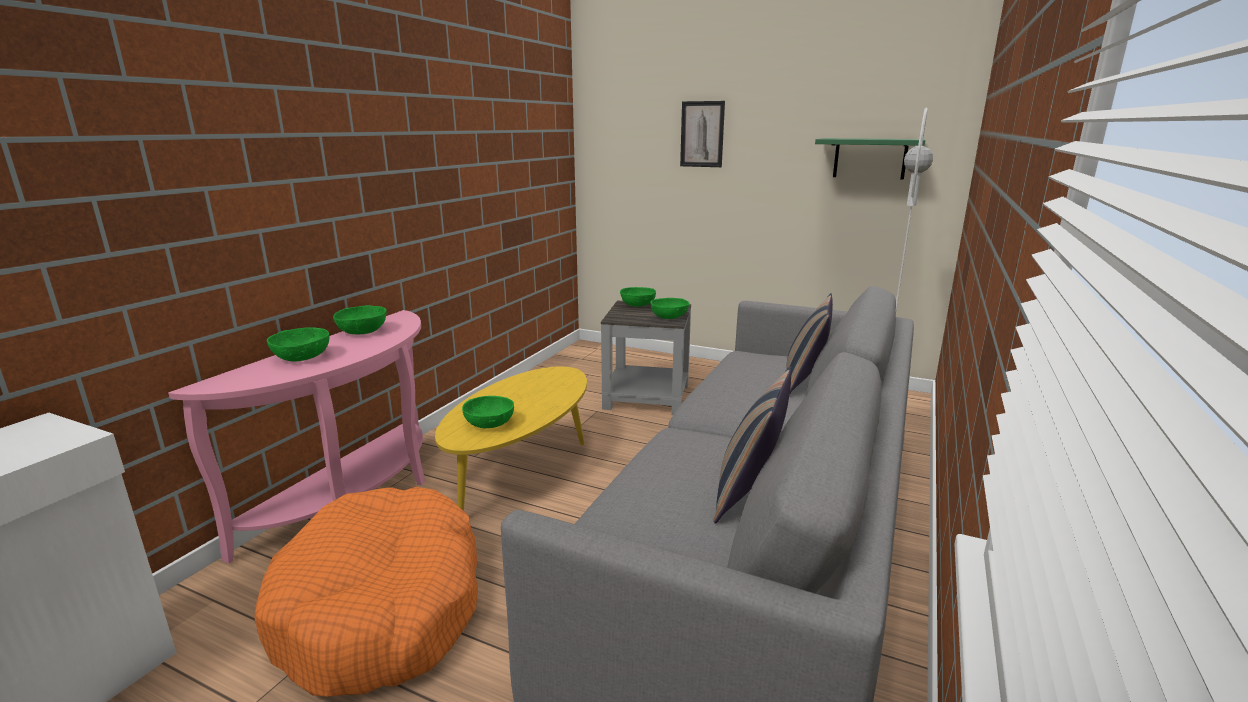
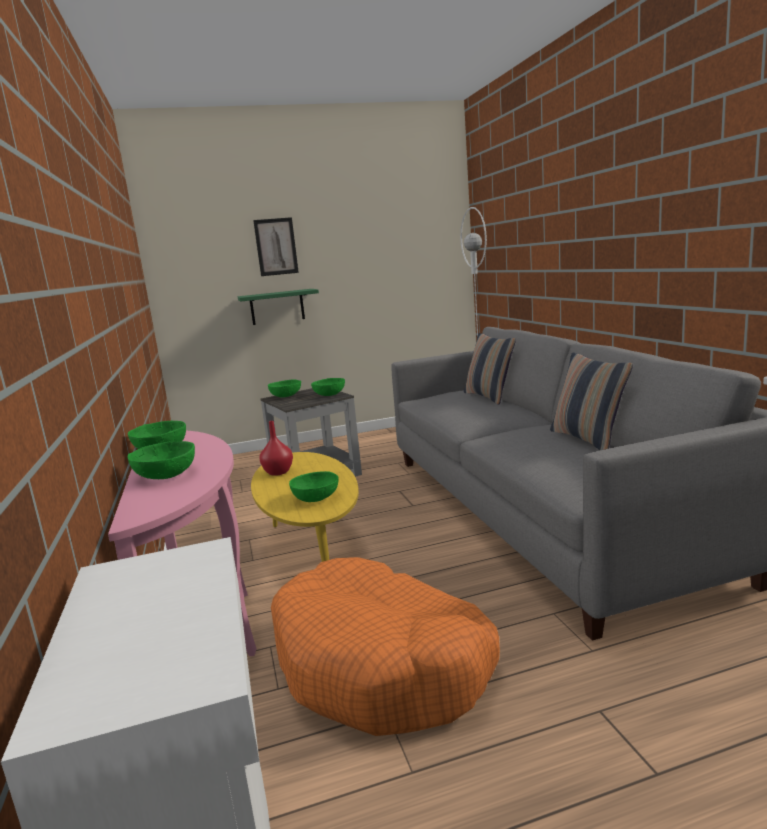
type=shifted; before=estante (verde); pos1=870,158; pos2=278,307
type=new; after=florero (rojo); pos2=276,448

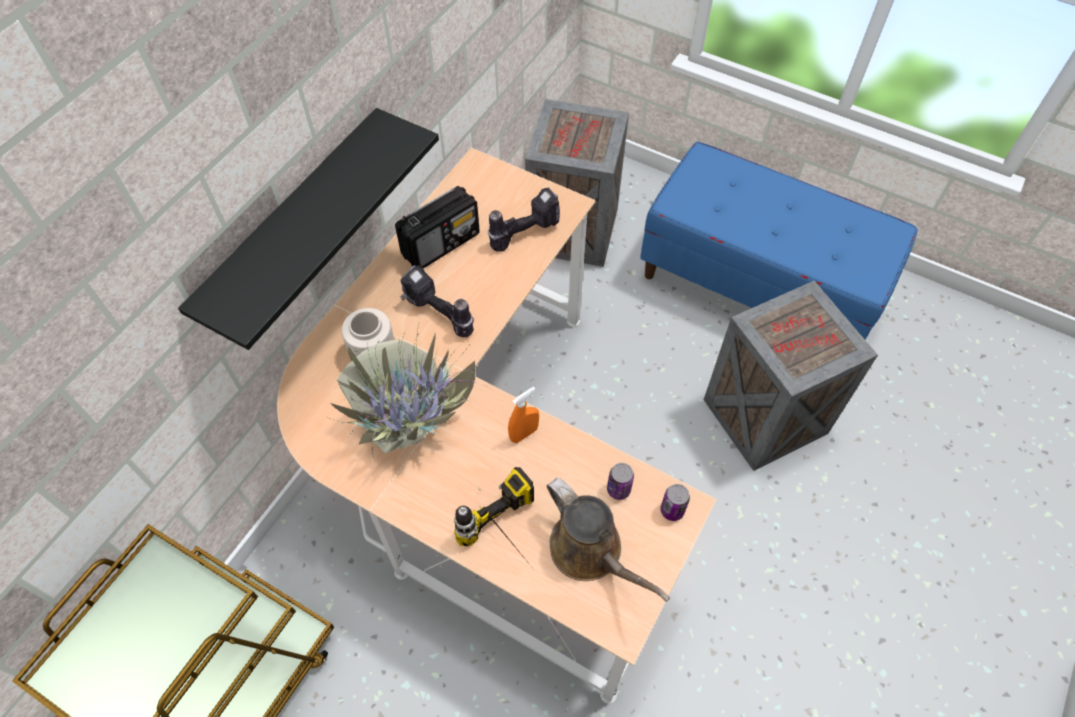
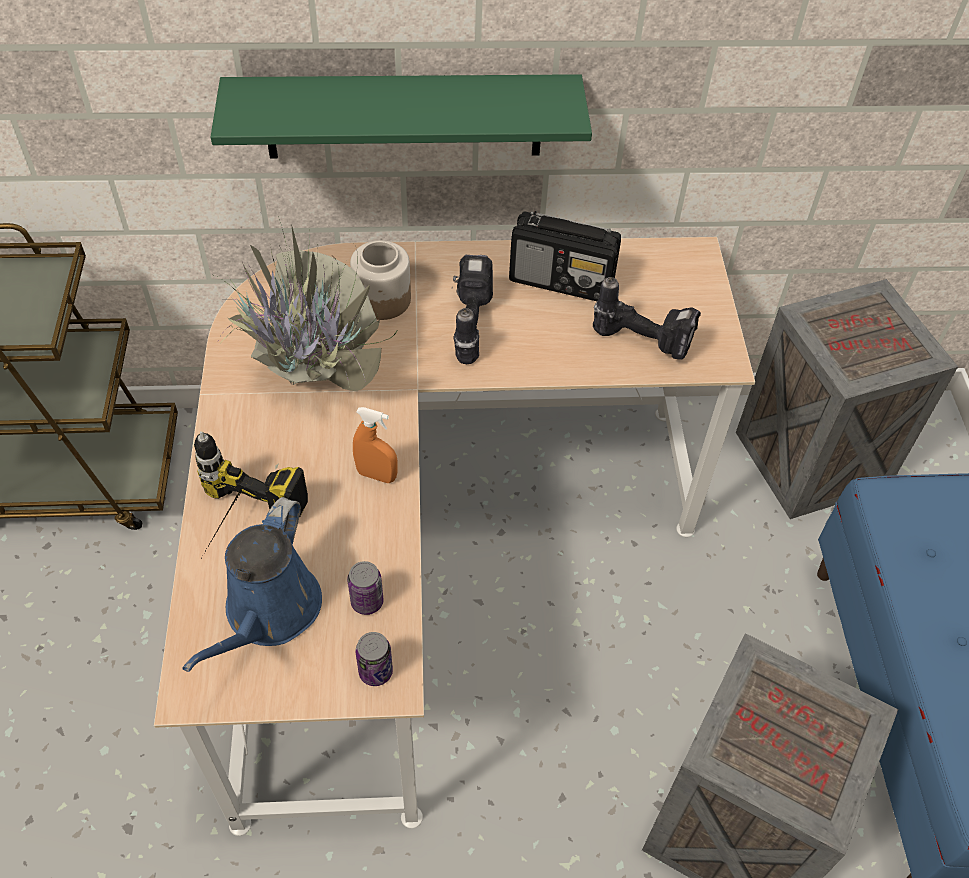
type=repainted; before=regadera (marrón); after=regadera (azul); pos1=608,540; pos2=252,584
type=repainted; before=estante (negro); after=estante (verde); pos1=308,229; pos2=401,116

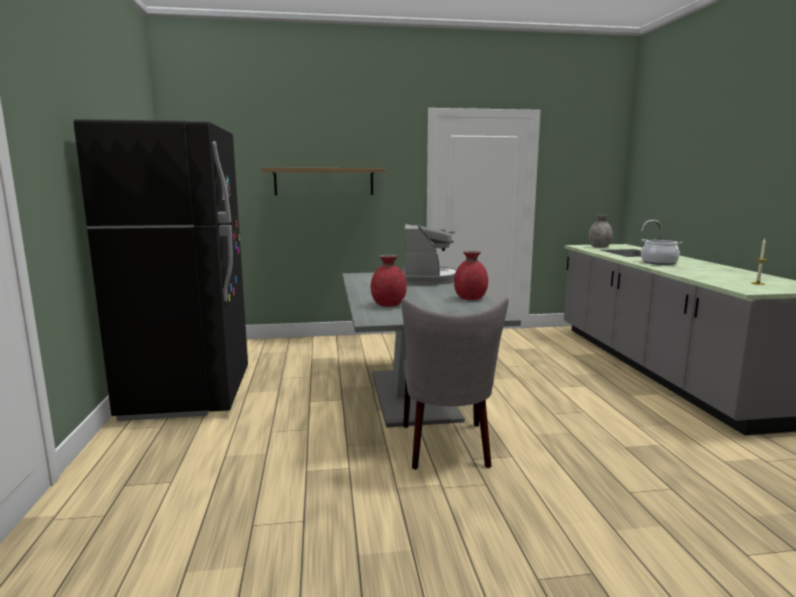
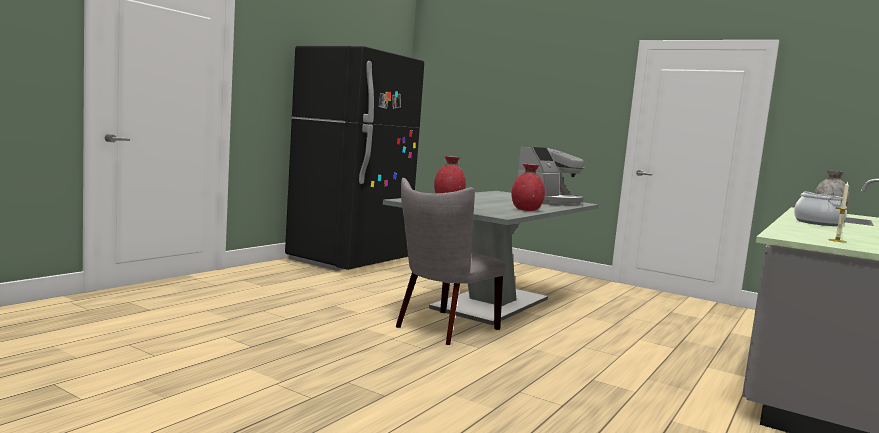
type=gone; before=estante; pos1=323,181

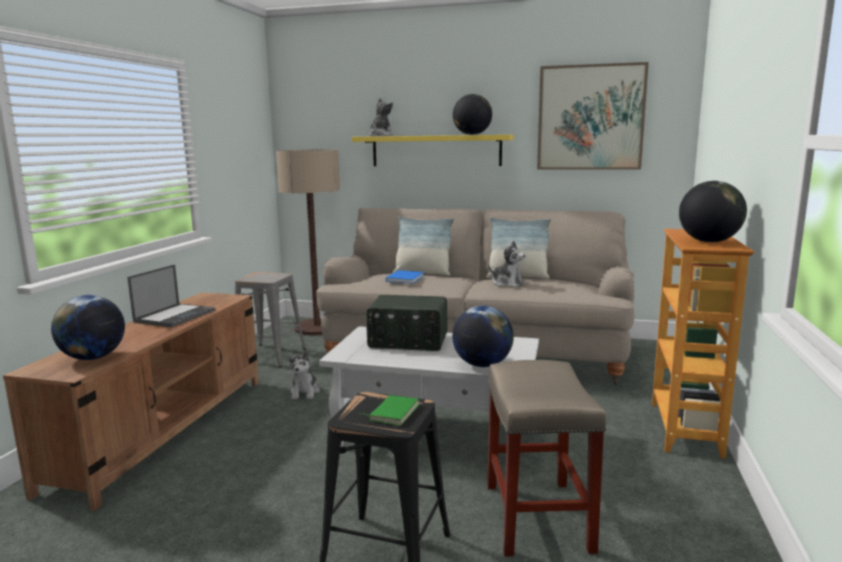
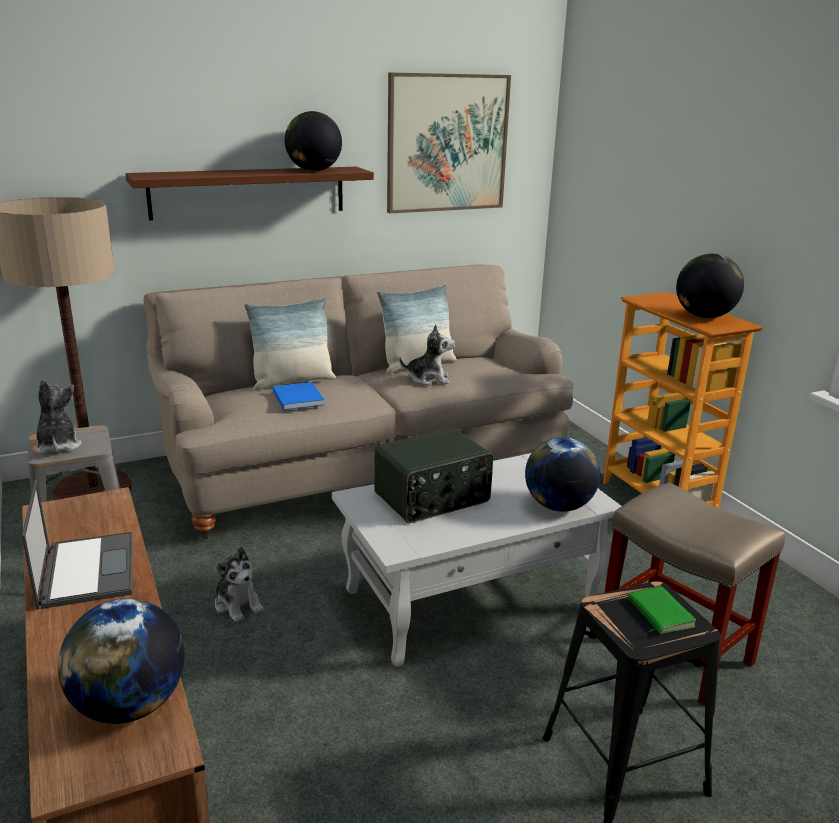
type=shifted; before=peluche; pos1=381,116; pos2=58,417
type=repainted; before=estante (amarillo); after=estante (marrón); pos1=433,150; pos2=249,193

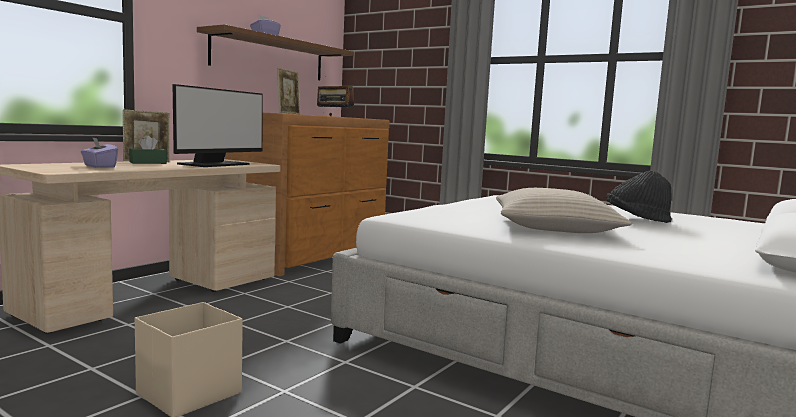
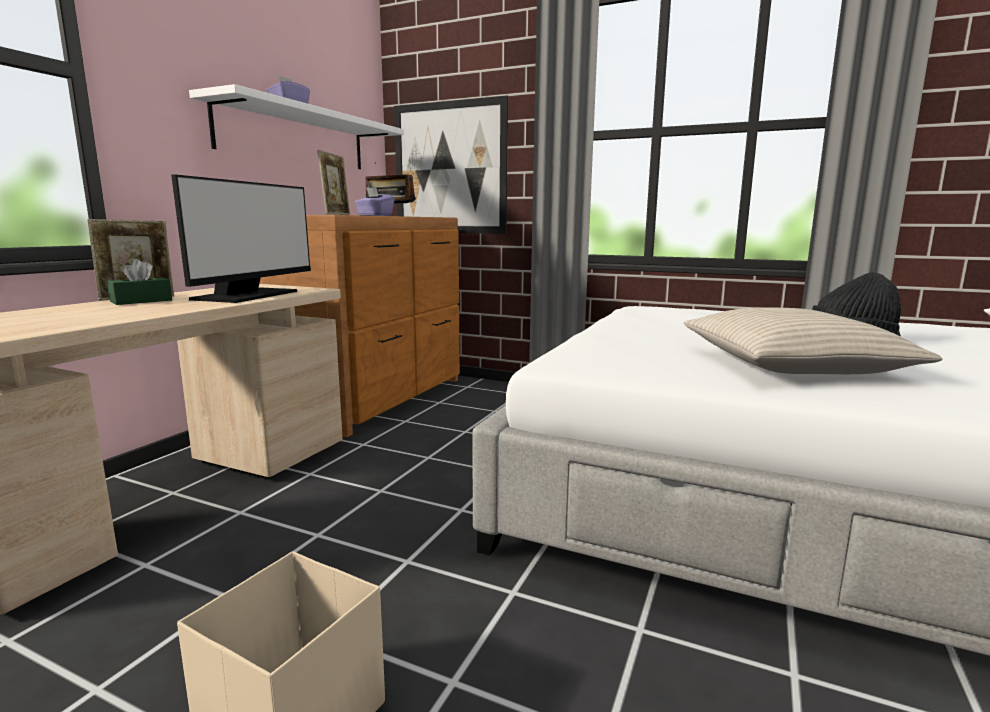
type=repainted; before=estante (marrón); after=estante (blanco); pos1=275,52; pos2=296,126
type=shifted; before=caja de pañuelos (morado); pos1=99,152; pos2=375,201
type=new; after=cuadro; pos2=451,165

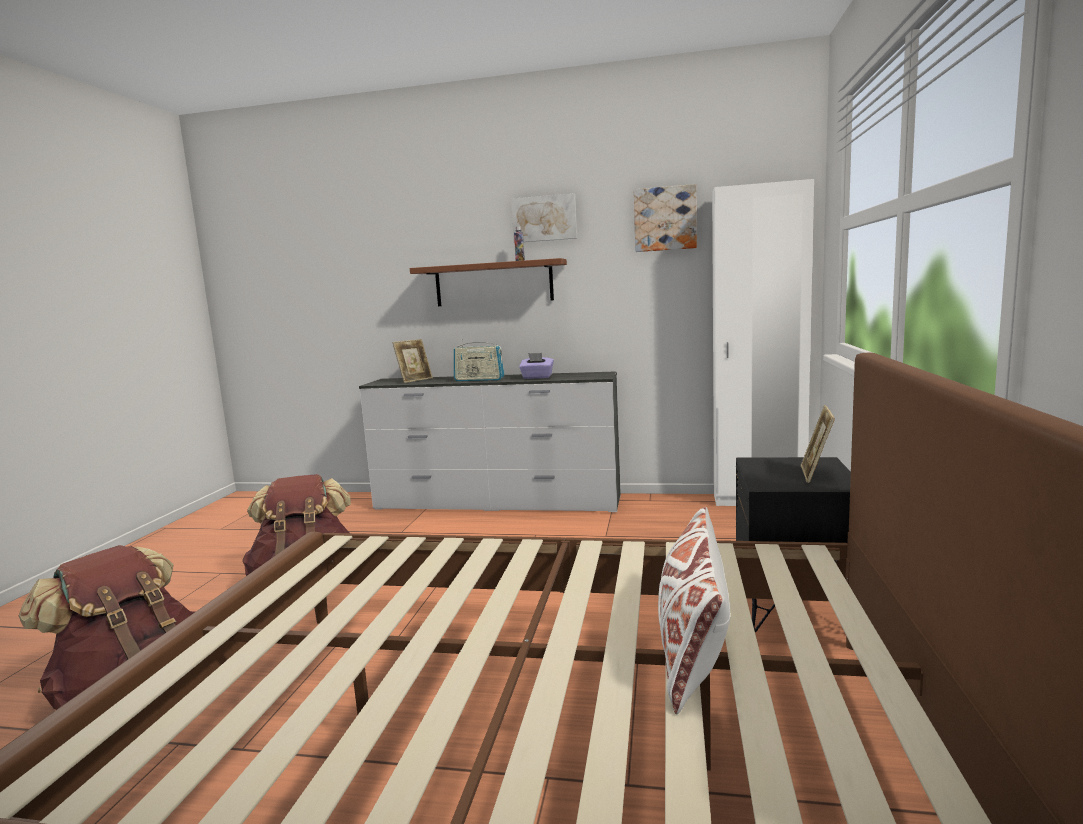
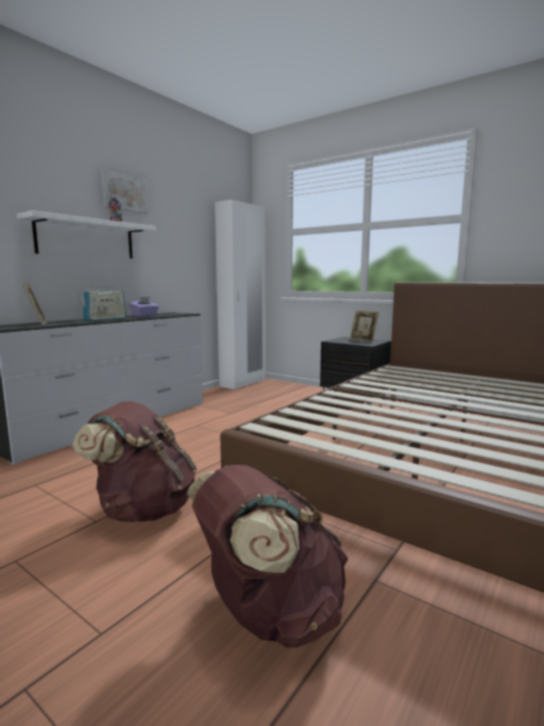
type=repainted; before=estante (marrón); after=estante (blanco); pos1=488,282; pos2=86,234
type=gone; before=cuadro; pos1=665,218
type=gone; before=cojín (blanco); pos1=694,610

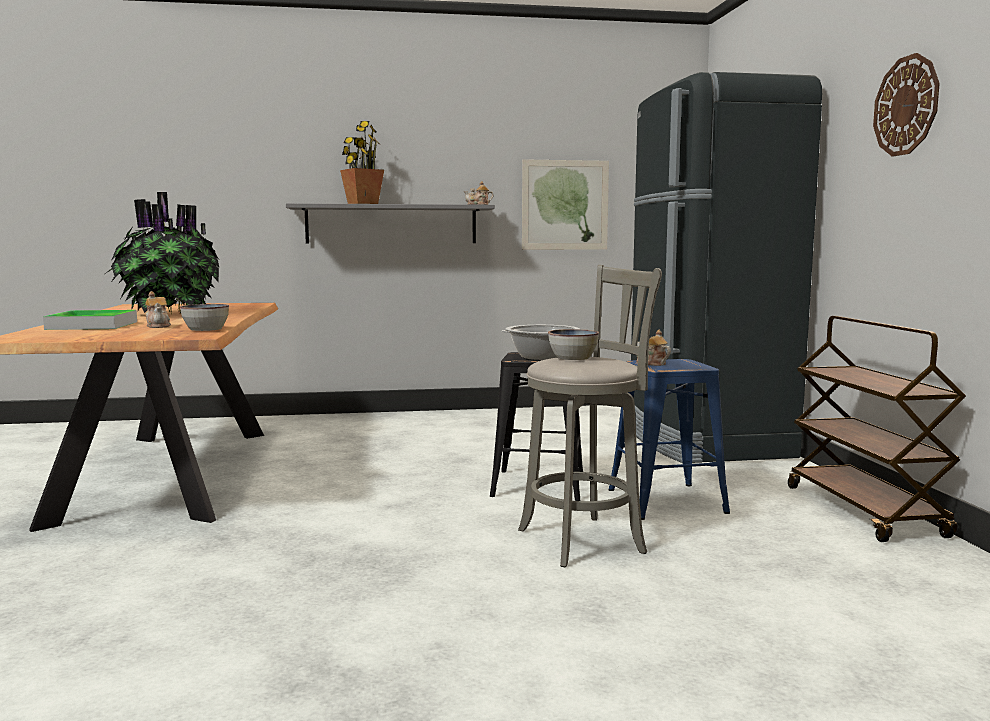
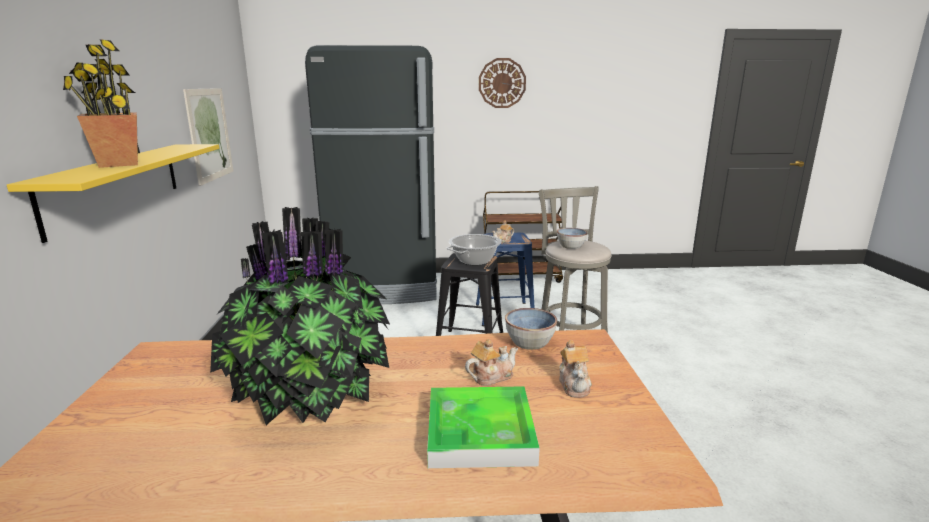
type=repainted; before=estante (gris); after=estante (amarillo); pos1=390,223; pos2=113,193
type=shifted; before=tetera; pos1=479,193; pos2=575,369

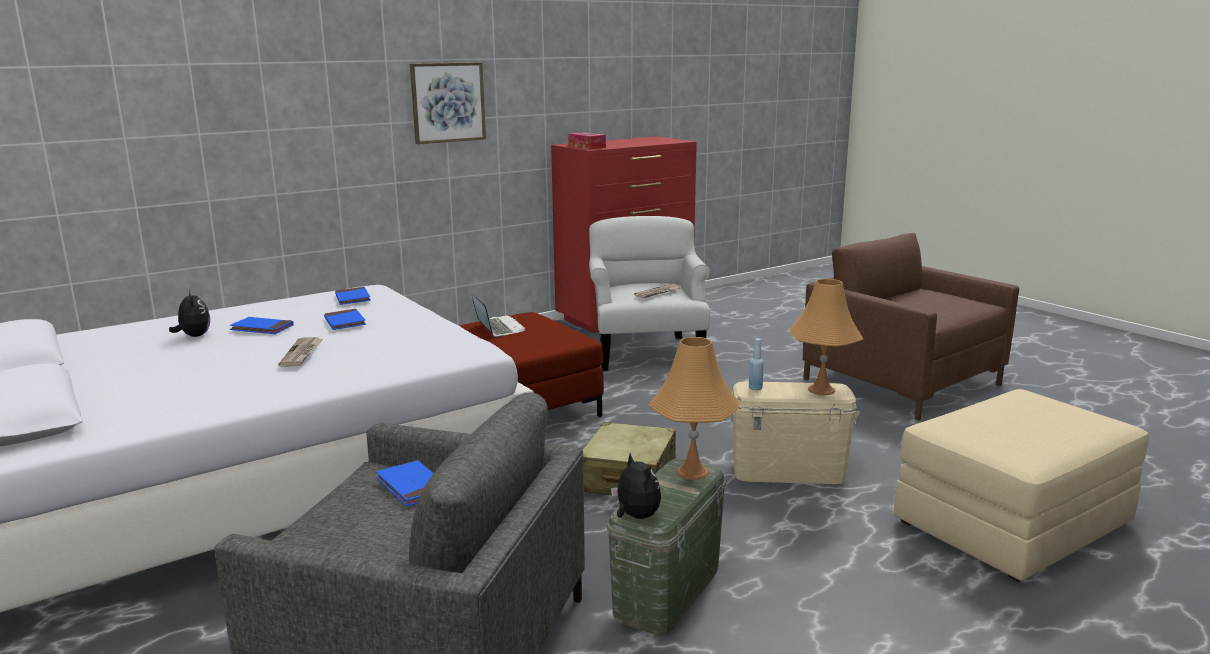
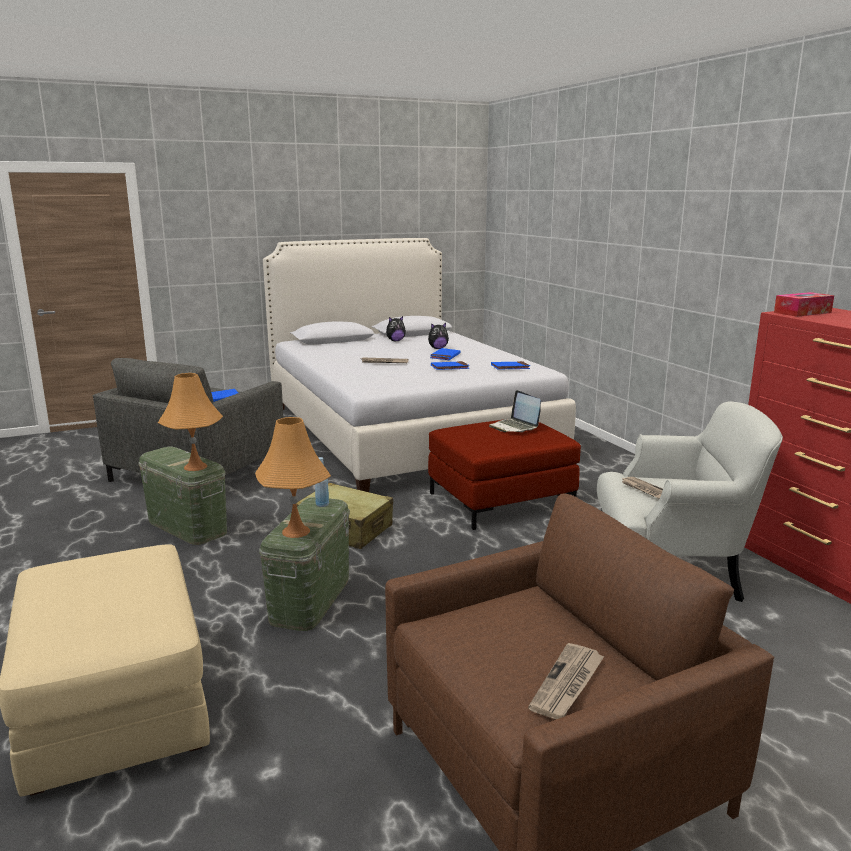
type=repainted; before=caja de almacenaje (beis); after=caja de almacenaje (verde); pos1=794,432; pos2=304,564
type=shifted; before=peluche; pos1=636,486; pos2=396,328
type=rotated; before=portátil; pos1=499,315; pos2=515,411; turn=75
type=new; after=periódico; pos2=566,681
type=gone; before=cuadro; pos1=448,103

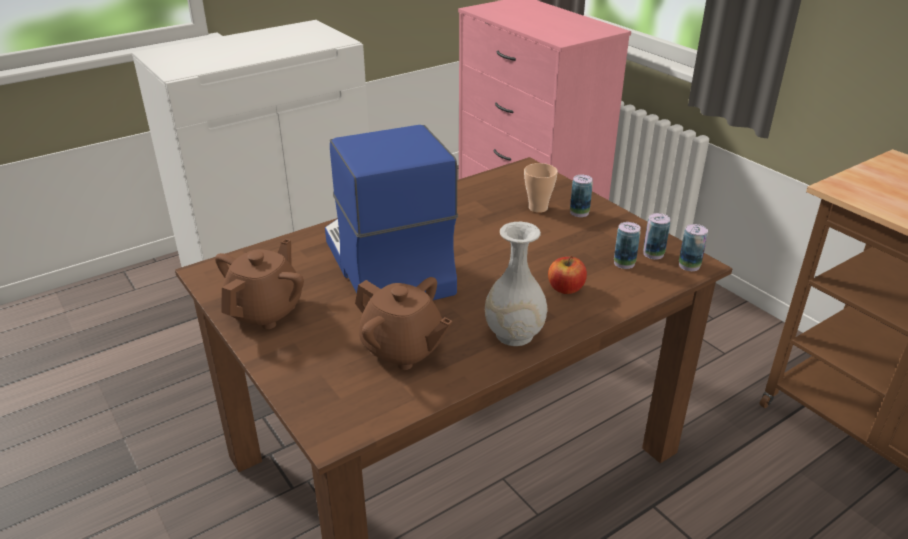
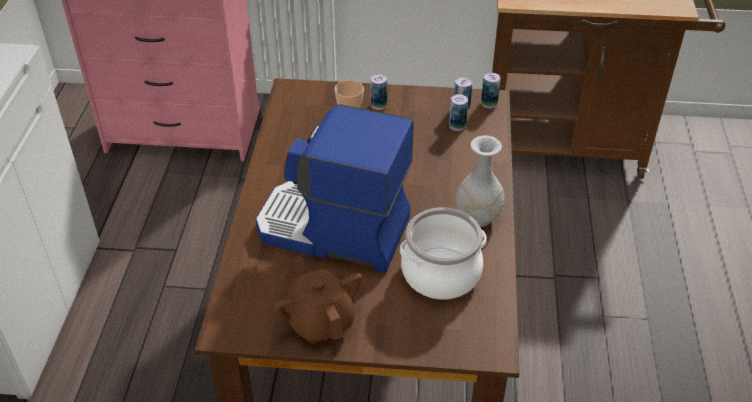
type=swapped; before=tetera (marrón); after=olla; pos1=404,323; pos2=443,253
type=gone; before=manzana; pos1=567,275

